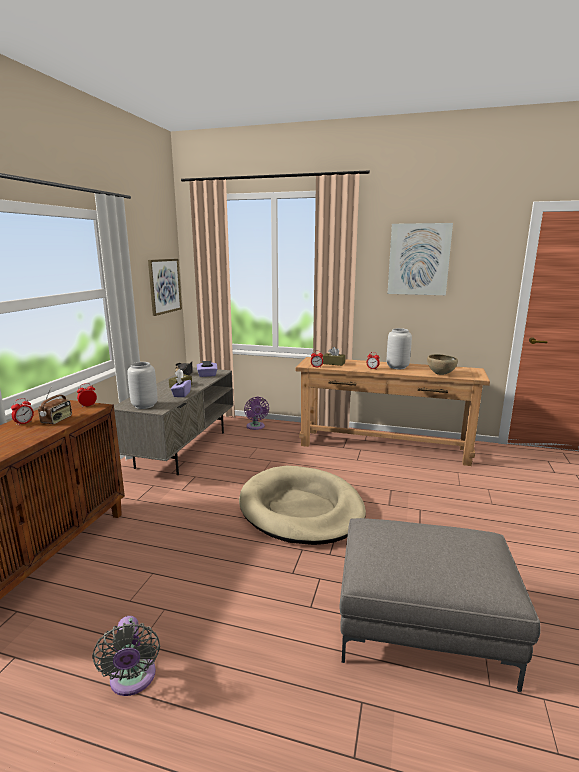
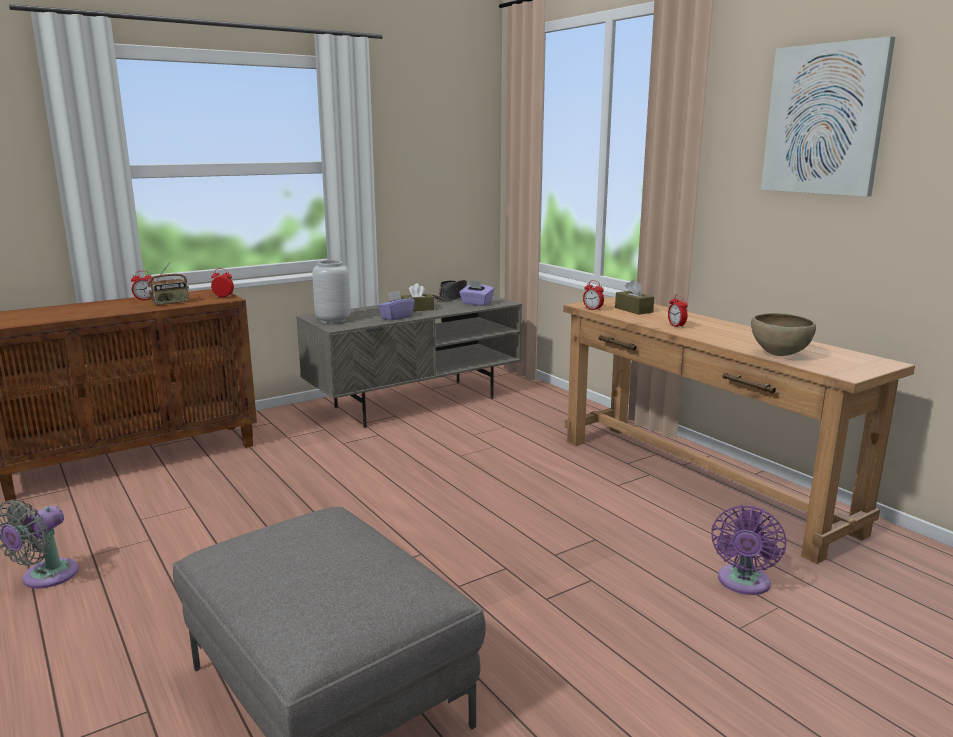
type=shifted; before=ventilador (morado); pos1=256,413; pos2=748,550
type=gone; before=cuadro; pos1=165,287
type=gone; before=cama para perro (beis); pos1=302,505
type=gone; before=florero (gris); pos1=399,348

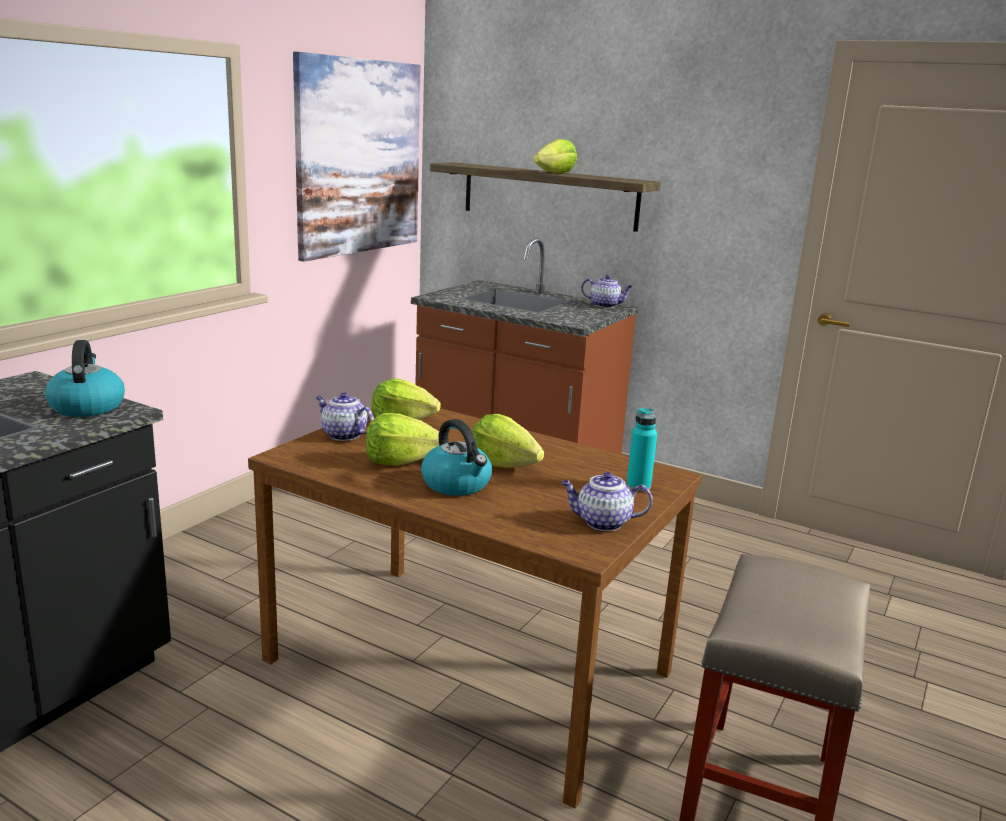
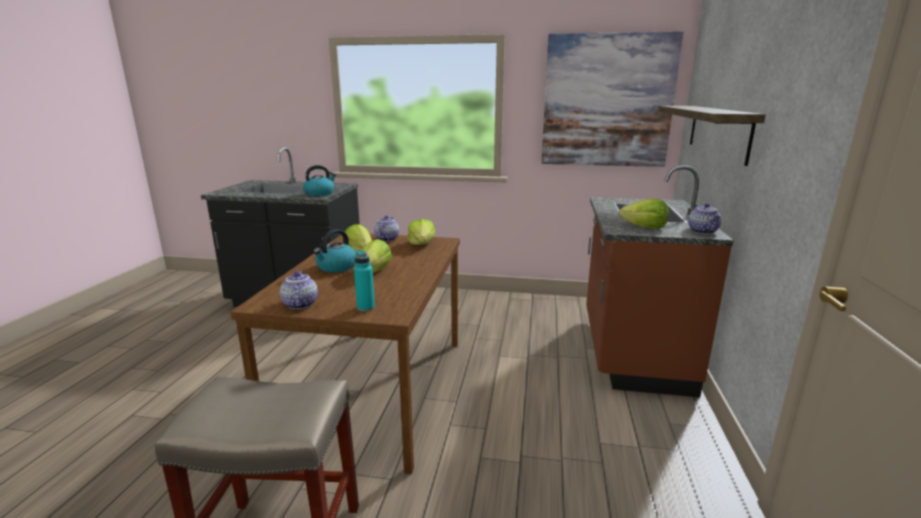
type=shifted; before=lechuga; pos1=555,156; pos2=644,214

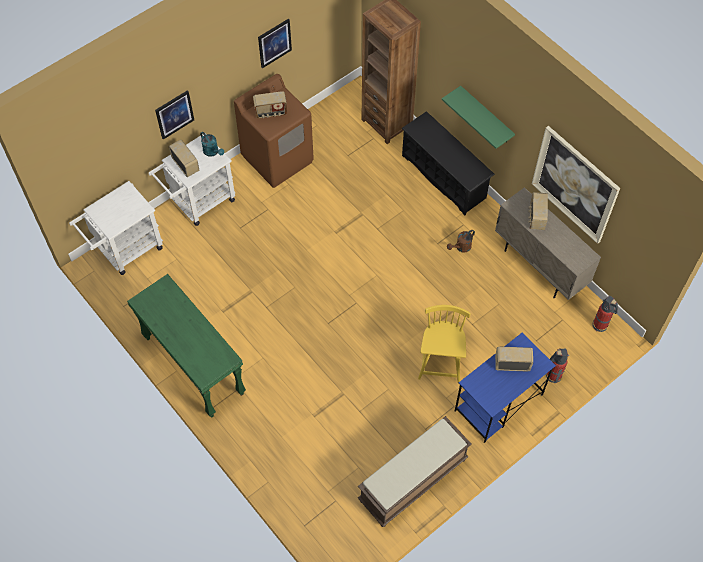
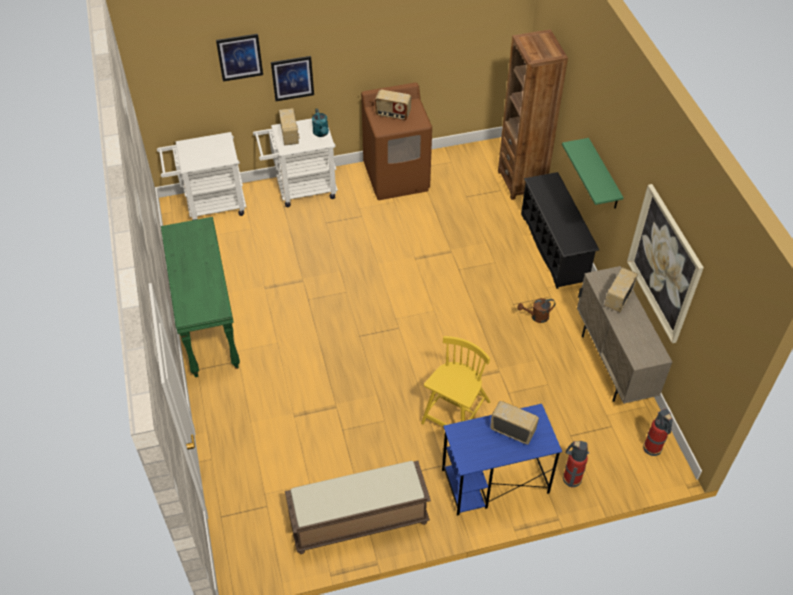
type=shifted; before=cuadro; pos1=275,43; pos2=239,58

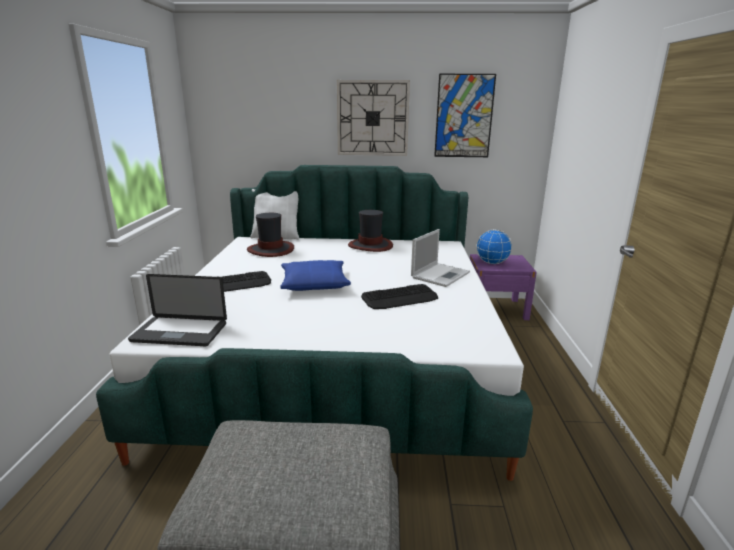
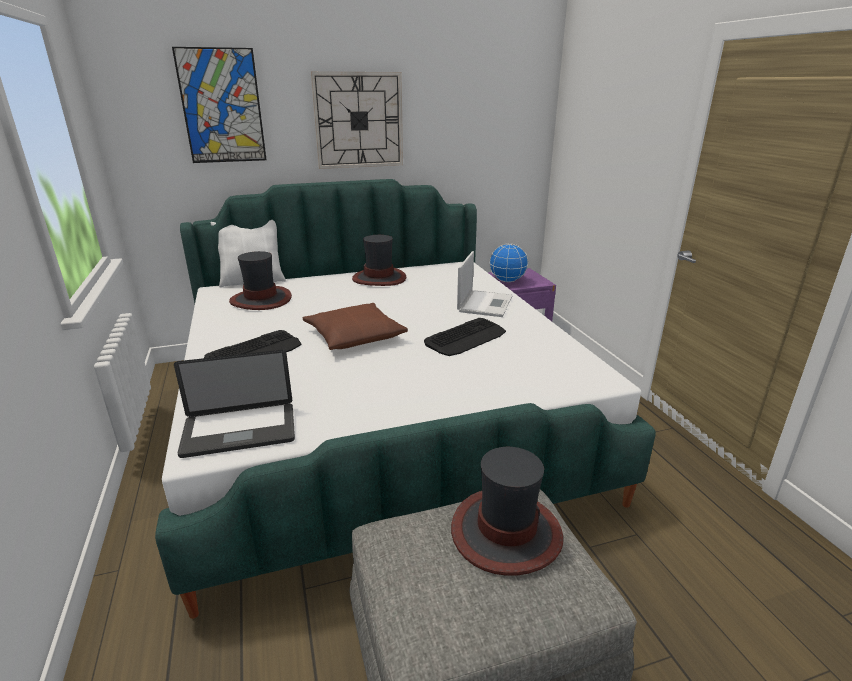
type=shifted; before=cuadro; pos1=465,115; pos2=219,105
type=repainted; before=cojín (azul); after=cojín (marrón); pos1=316,275; pos2=355,326
type=new; after=sombrero; pos2=507,511

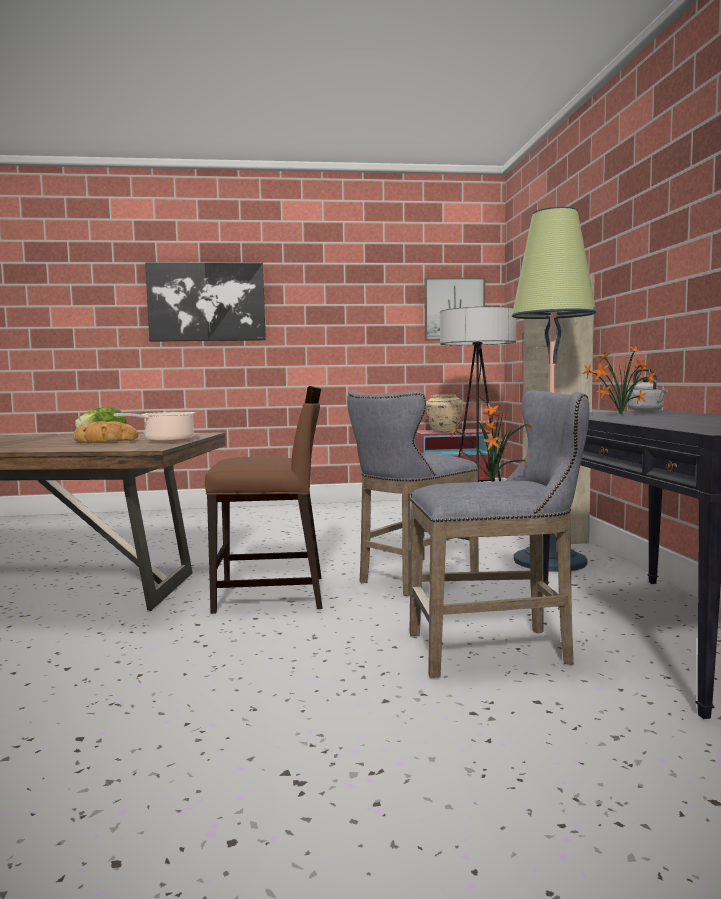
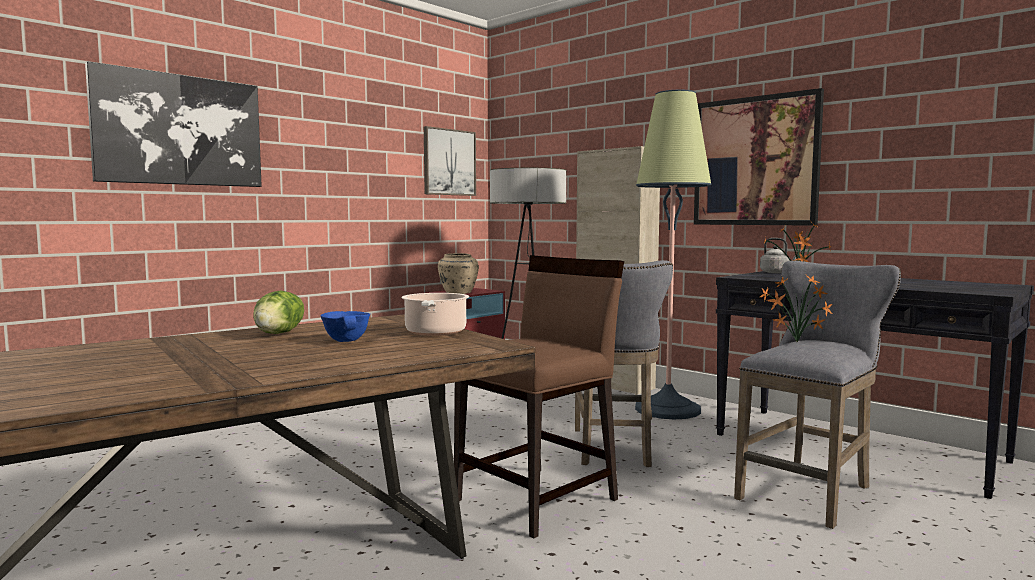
type=swapped; before=pan; after=cuenco (azul); pos1=106,432; pos2=345,326
type=new; after=cuadro; pos2=759,157

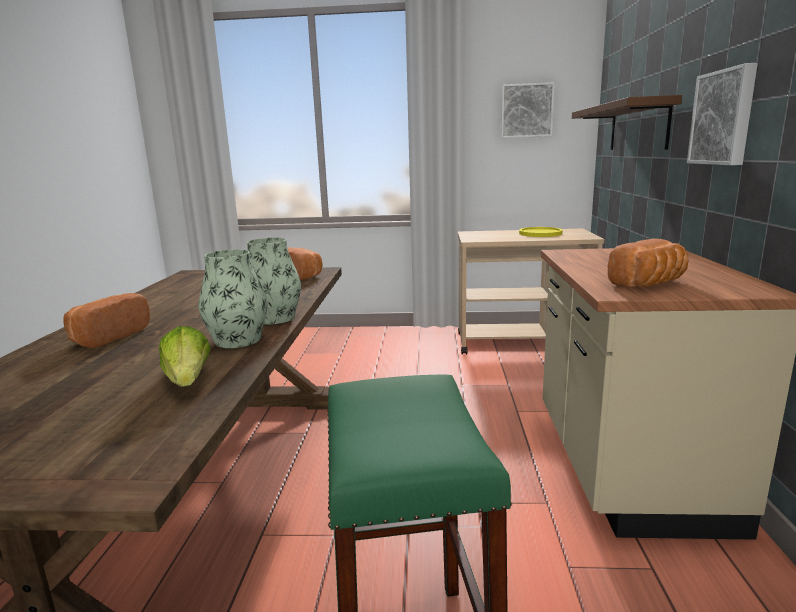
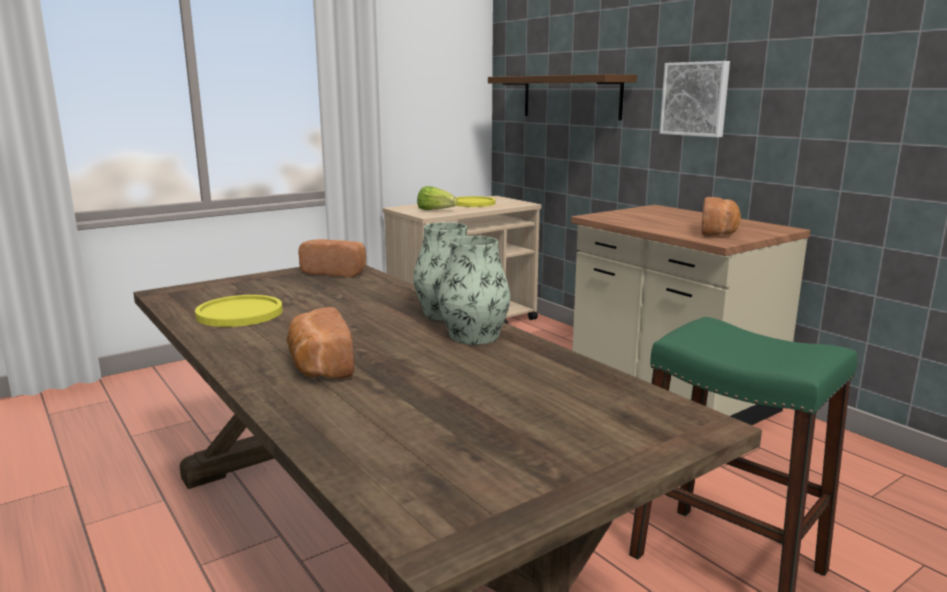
type=new; after=plato (amarillo); pos2=239,311
type=shifted; before=lechuga; pos1=185,356; pos2=437,198
type=gone; before=cuadro; pos1=528,110

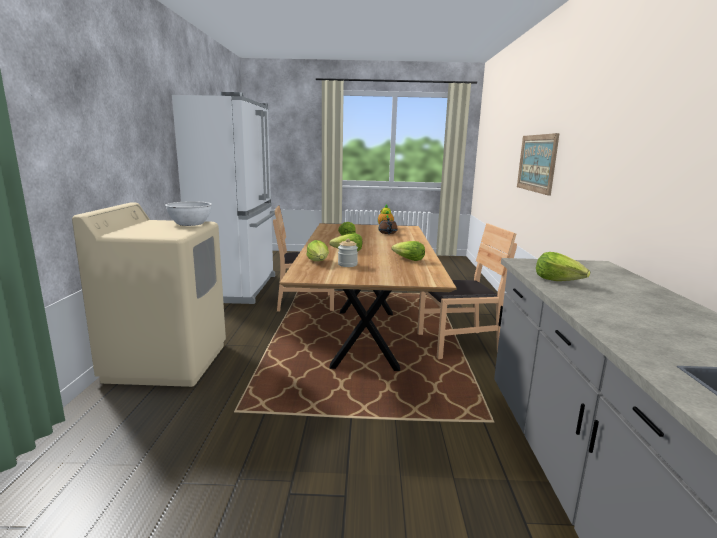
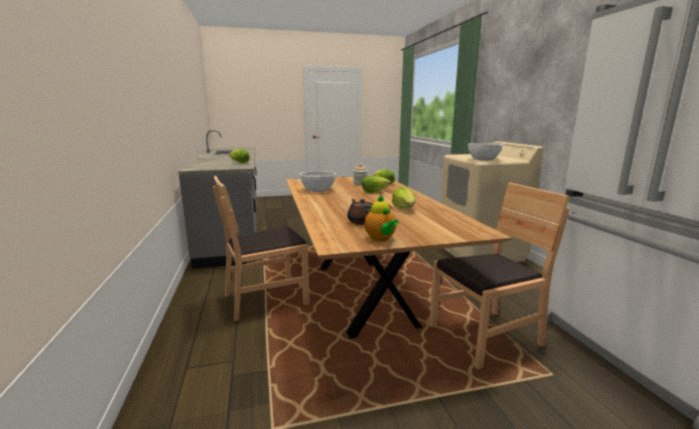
type=swapped; before=lechuga; after=cuenco (blanco); pos1=408,251; pos2=317,181
type=gone; before=cuadro; pos1=538,164

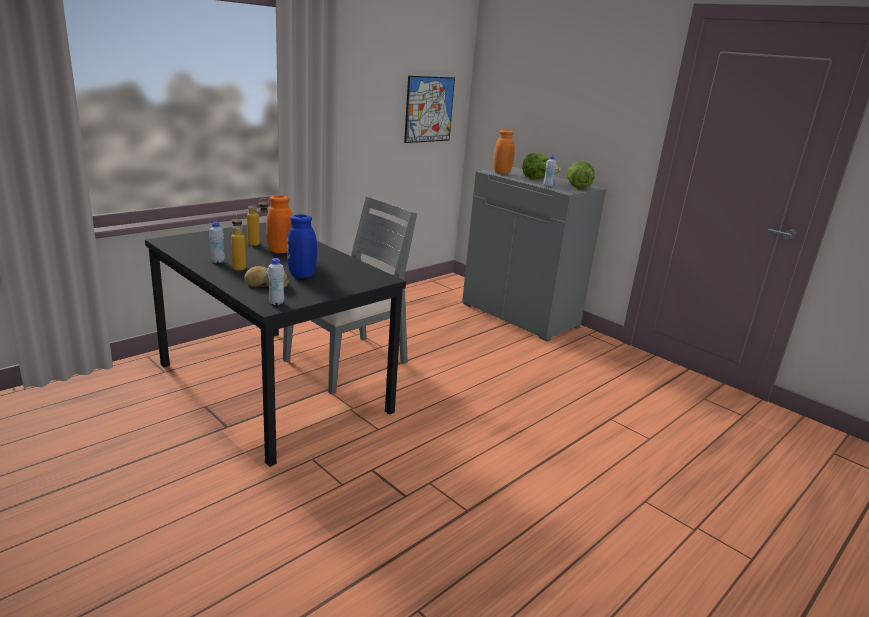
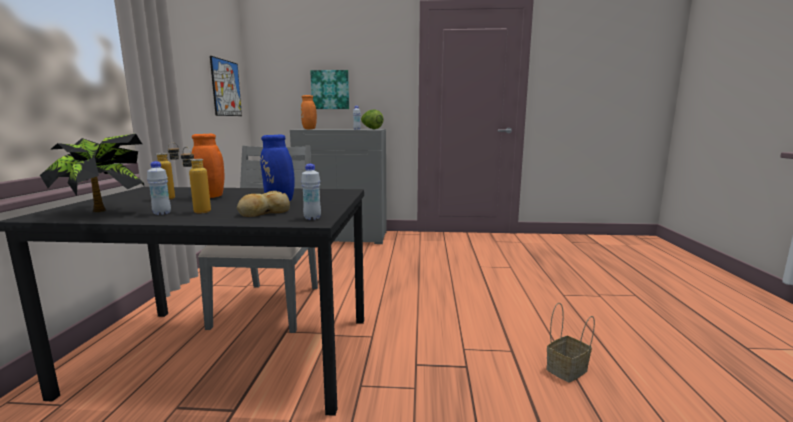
type=new; after=planta en maceta; pos2=92,173
type=new; after=cuadro; pos2=329,89
type=new; after=cesta; pos2=570,343
type=gone; before=lechuga; pos1=542,166

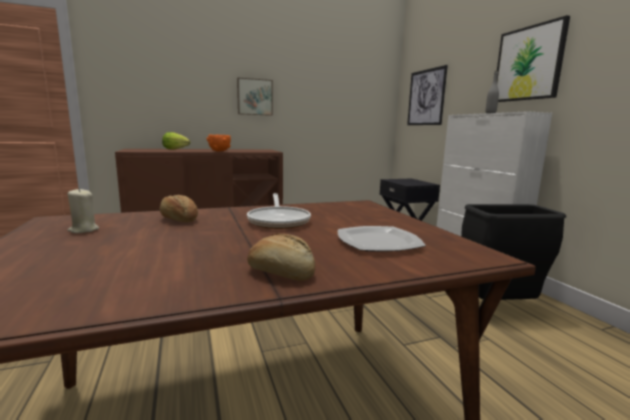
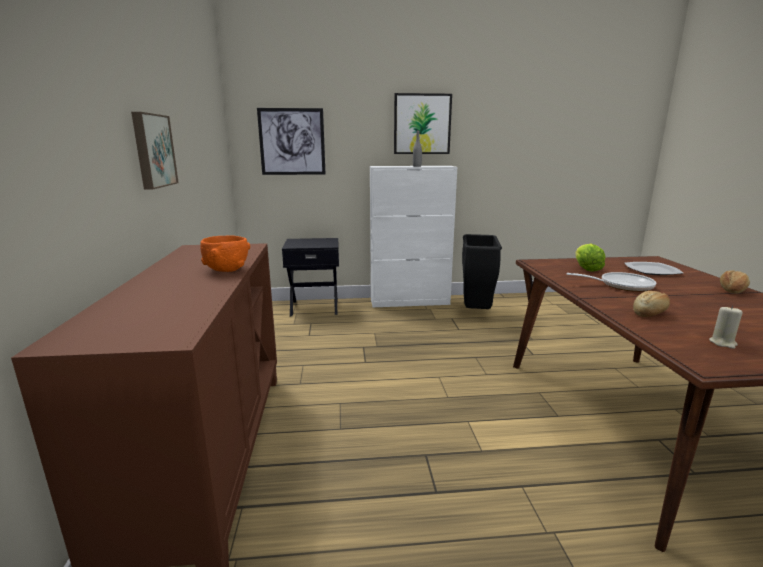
type=shifted; before=lechuga; pos1=176,140; pos2=590,257

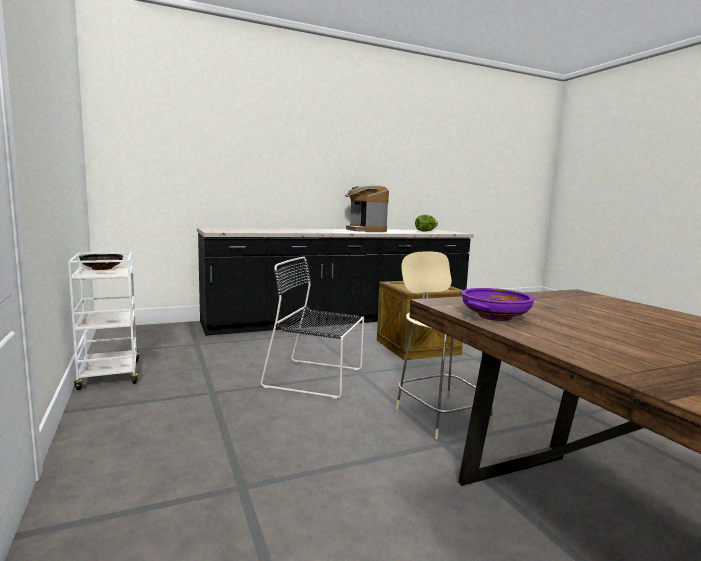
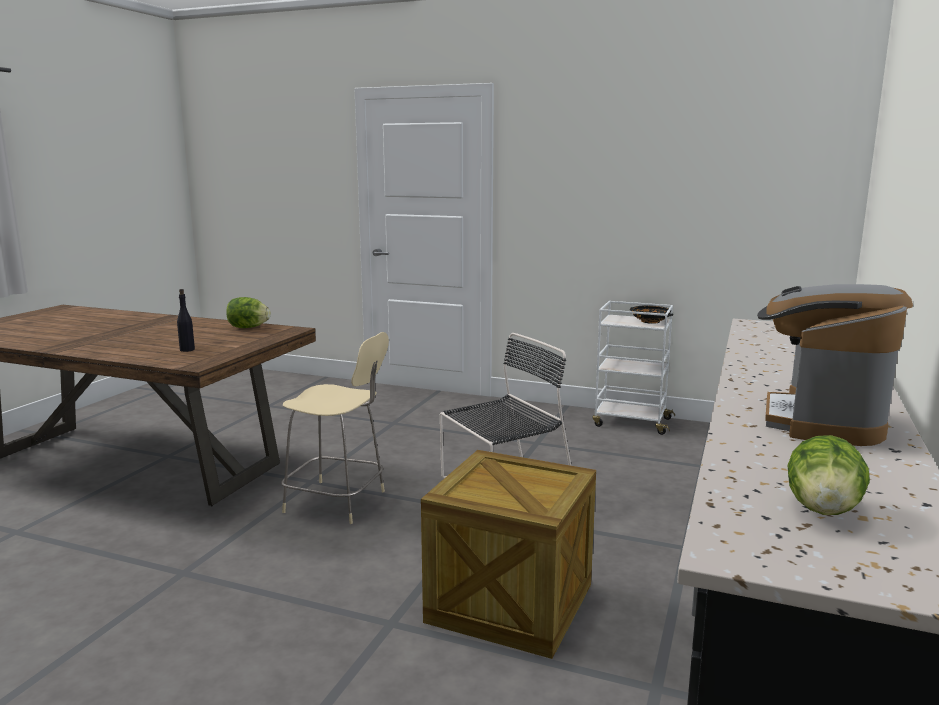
type=new; after=botella (negro); pos2=186,320
type=swapped; before=cuenco (morado); after=lechuga; pos1=498,304; pos2=248,312
type=rotated; before=cafetera; pos1=367,208; pos2=835,365; turn=-90

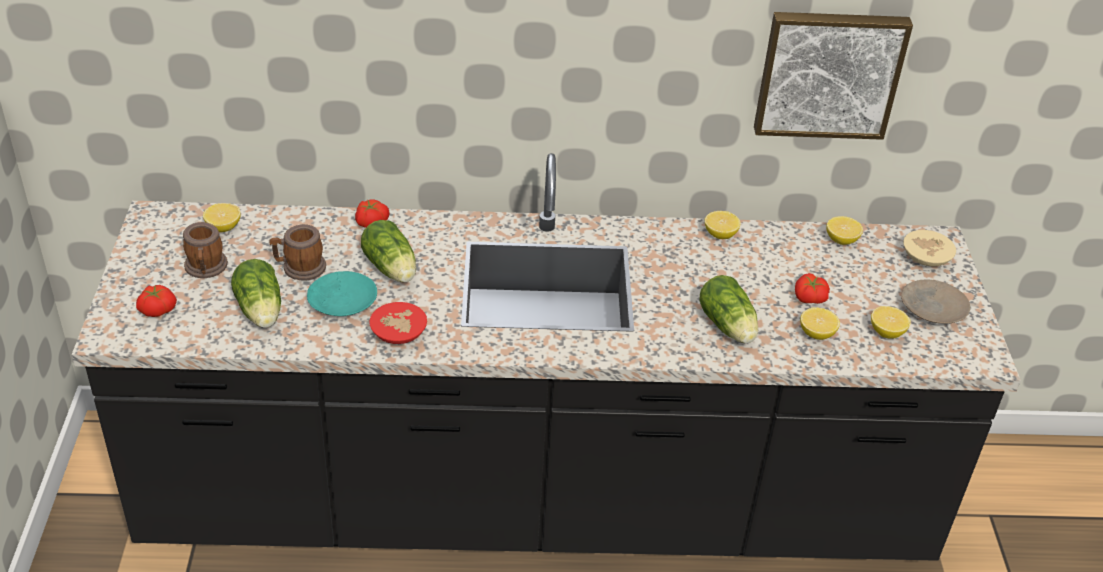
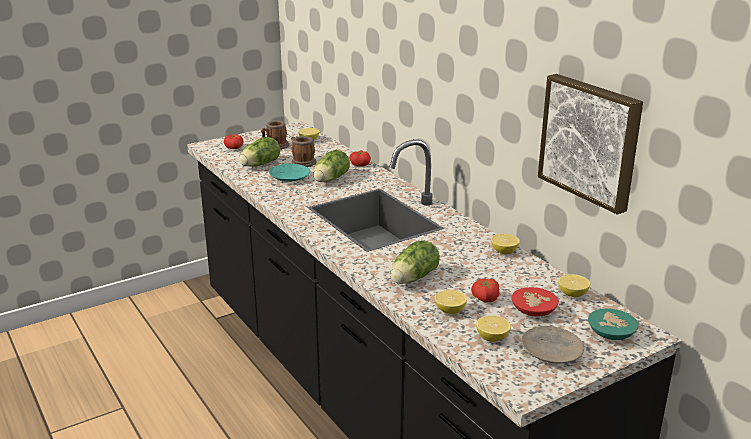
type=shifted; before=cuenco (rojo); pos1=398,323; pos2=535,302
type=repainted; before=cuenco (beis); after=cuenco (turquesa); pos1=929,248; pos2=613,324

